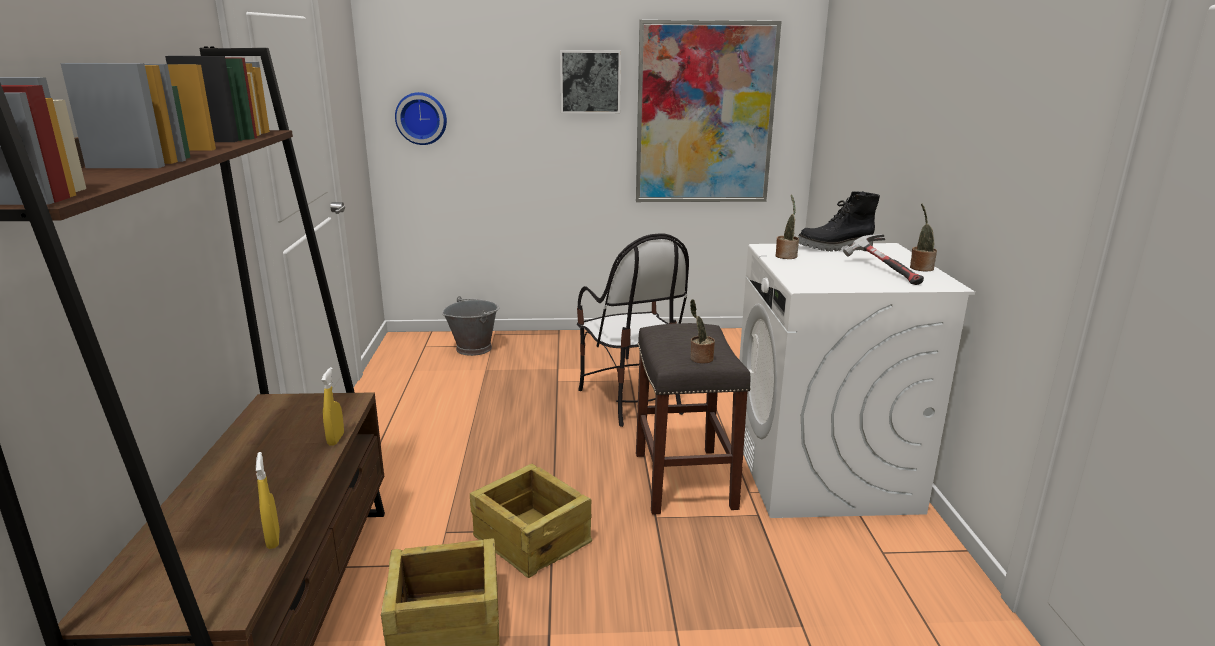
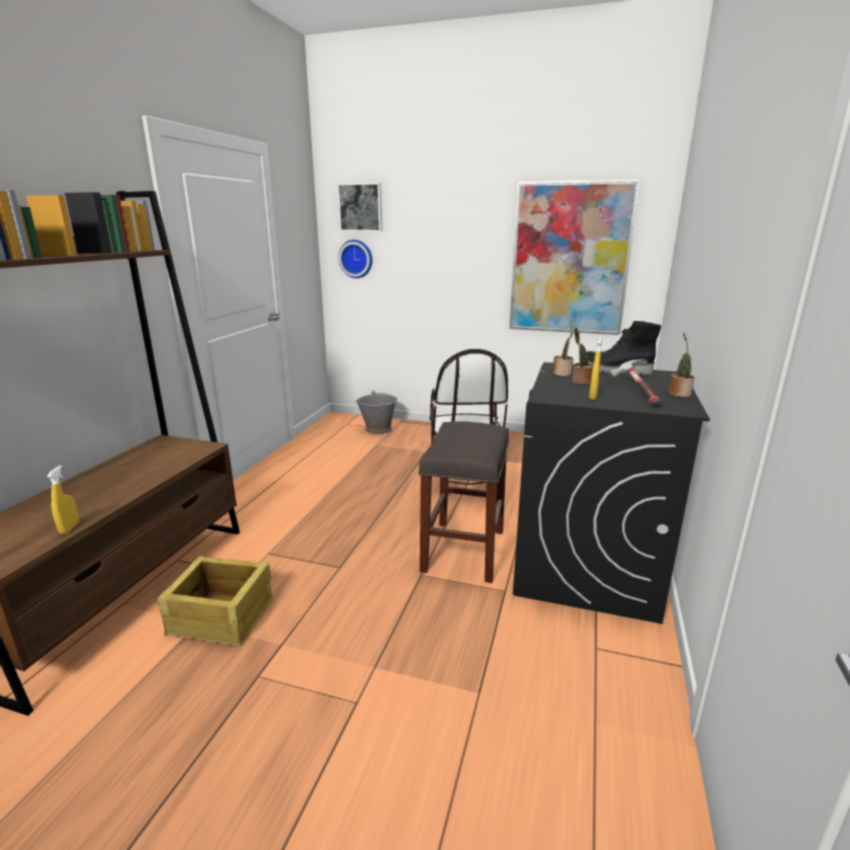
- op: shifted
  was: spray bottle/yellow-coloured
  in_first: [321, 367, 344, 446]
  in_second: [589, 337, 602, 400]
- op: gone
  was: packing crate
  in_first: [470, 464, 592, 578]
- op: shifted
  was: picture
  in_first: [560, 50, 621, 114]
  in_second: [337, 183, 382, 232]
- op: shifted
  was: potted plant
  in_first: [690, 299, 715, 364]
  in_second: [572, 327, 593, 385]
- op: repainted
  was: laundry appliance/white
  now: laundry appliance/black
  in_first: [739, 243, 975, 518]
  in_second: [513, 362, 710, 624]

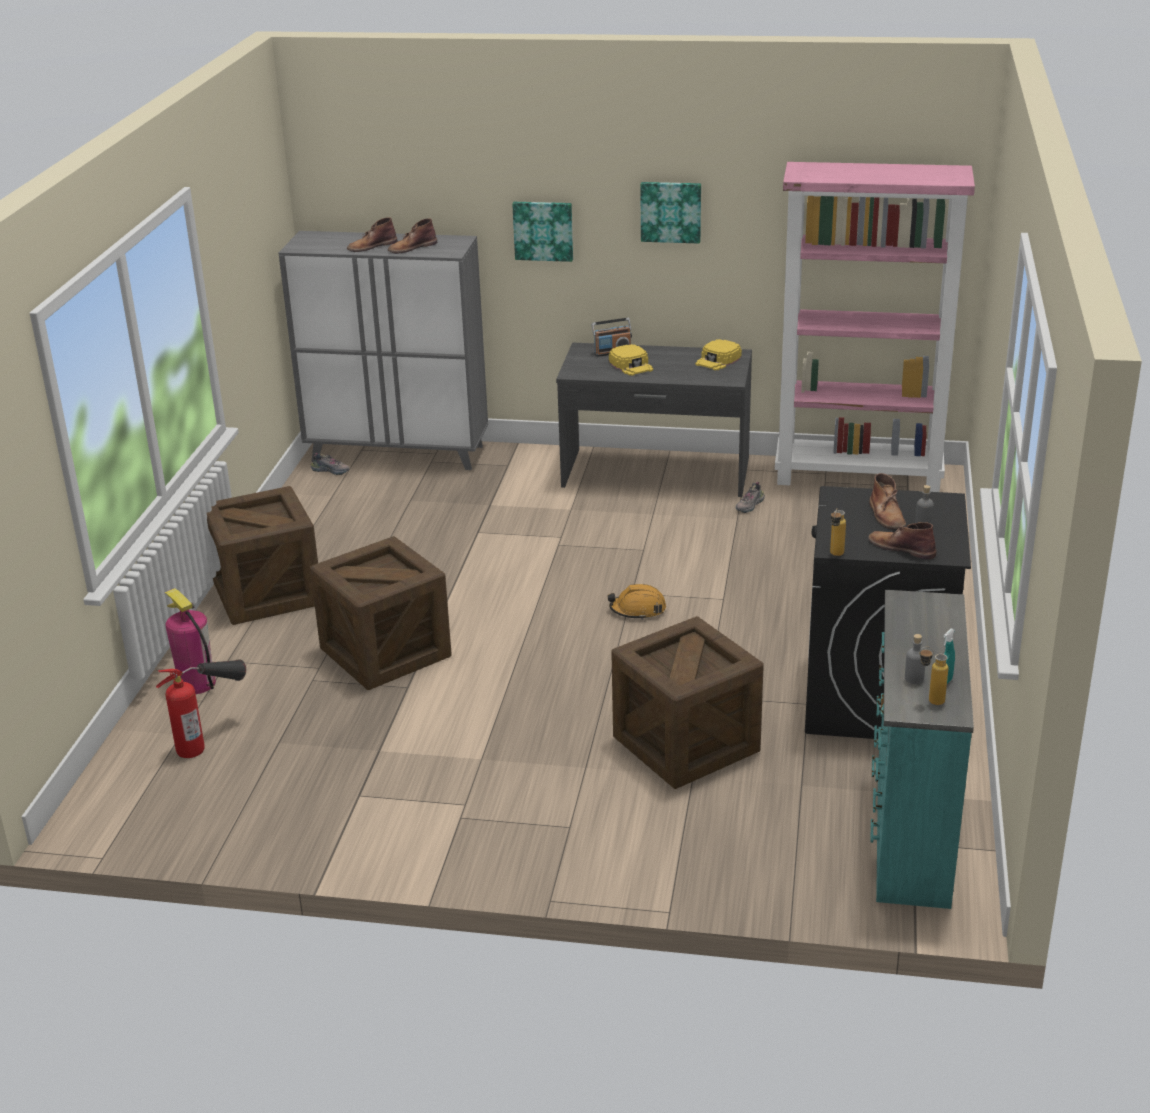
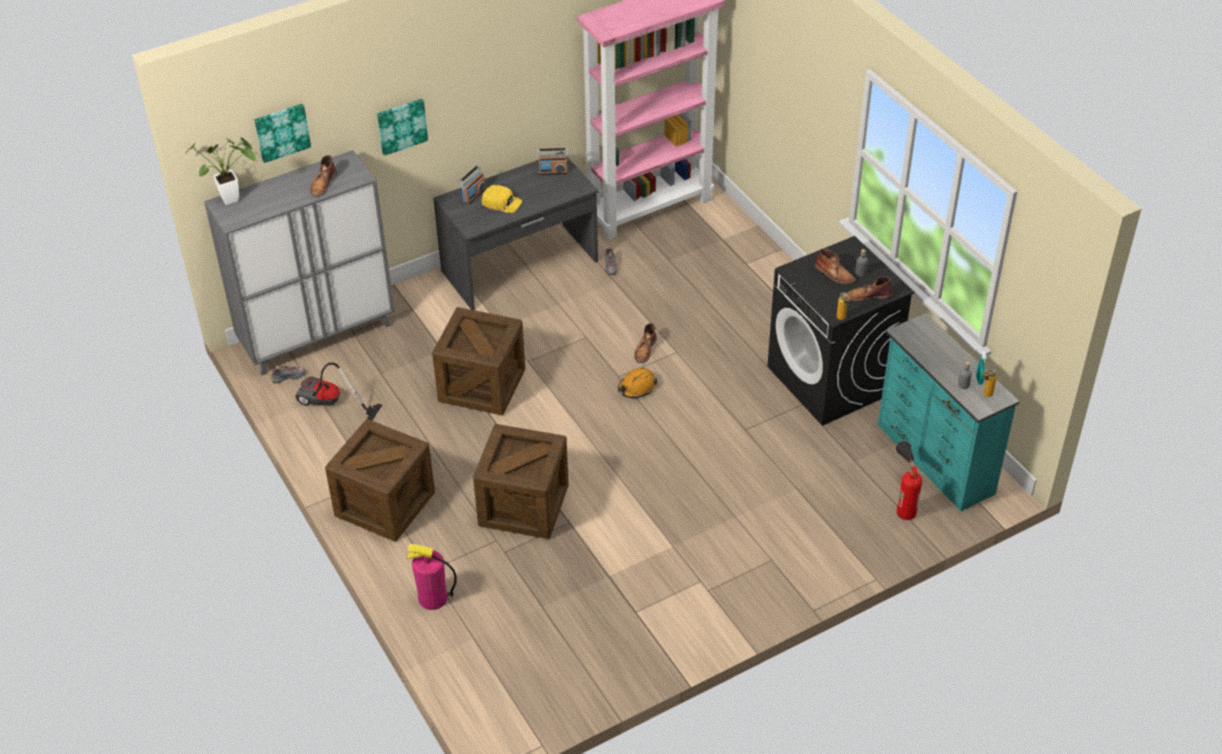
- op: shifted
  was: fire extinguisher
  in_first: [156, 660, 246, 758]
  in_second: [896, 441, 922, 520]
- op: shifted
  was: tall boot/brown-coloured
  in_first: [347, 217, 398, 252]
  in_second: [634, 323, 657, 363]
- op: shifted
  was: packing crate
  in_first: [611, 616, 764, 789]
  in_second: [432, 307, 525, 415]
- op: shifted
  was: picture
  in_first: [640, 182, 701, 244]
  in_second: [254, 104, 311, 163]
- op: swapped
  was: peaked cap/yellow-coloured
  now: radio set
  in_first: [695, 339, 742, 371]
  in_second: [537, 148, 569, 175]
- op: new
  now: potted plant
  in_second: [186, 137, 256, 205]
- op: new
  now: hoover
  in_second: [295, 363, 382, 421]

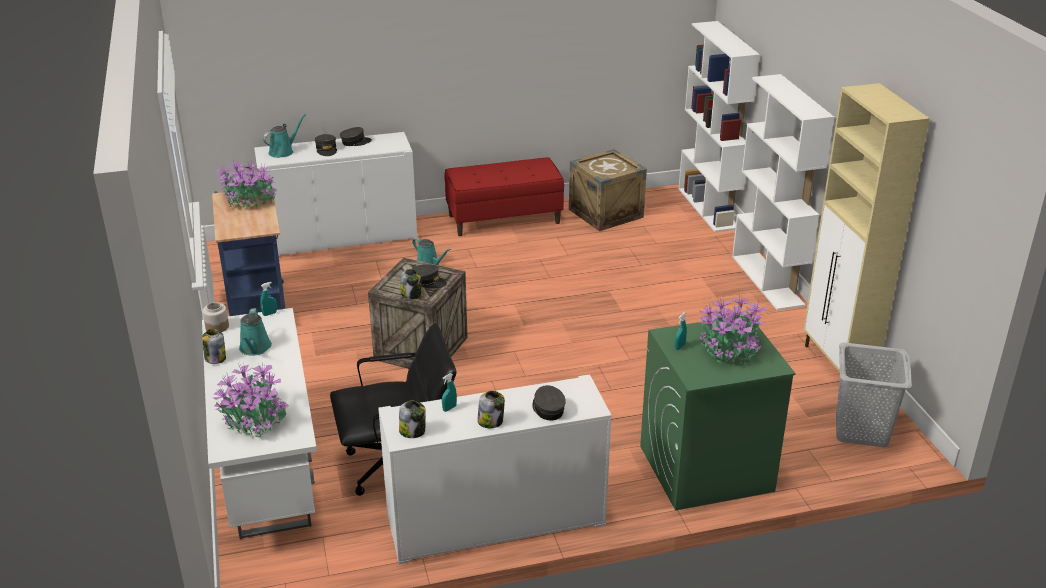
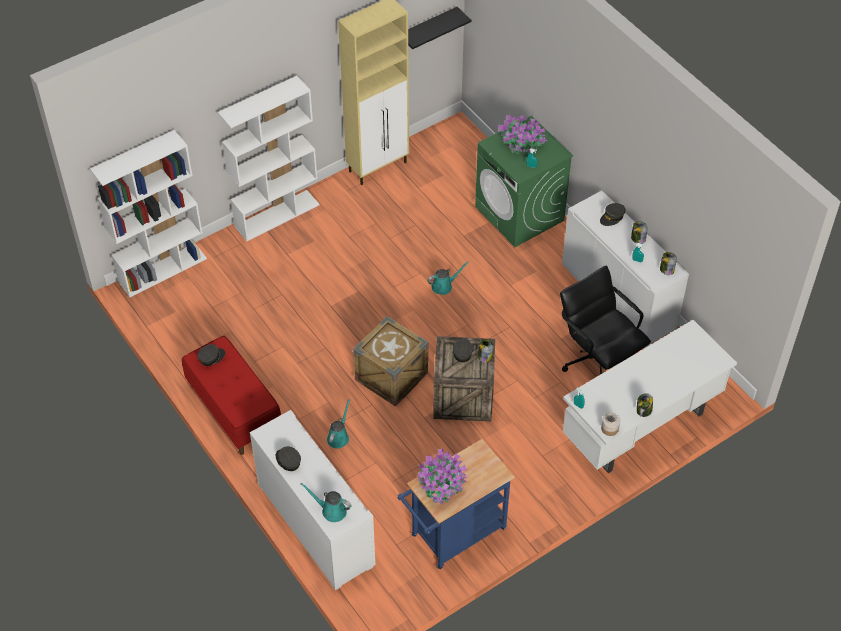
- op: gone
  was: potted plant
  in_first: [214, 363, 289, 437]
- op: shifted
  was: watering pot/turquoise-coloured
  in_first: [239, 308, 272, 355]
  in_second: [427, 261, 469, 295]
- op: shifted
  was: peaked cap/greyish
  in_first: [315, 134, 337, 156]
  in_second: [197, 344, 225, 366]
- op: shifted
  was: packing crate
  in_first: [569, 149, 647, 231]
  in_second: [353, 316, 428, 407]
- op: gone
  was: laundry basket/greyish
  in_first: [836, 342, 912, 447]
- op: new
  now: bracket shelf/black
  in_second: [408, 7, 472, 49]

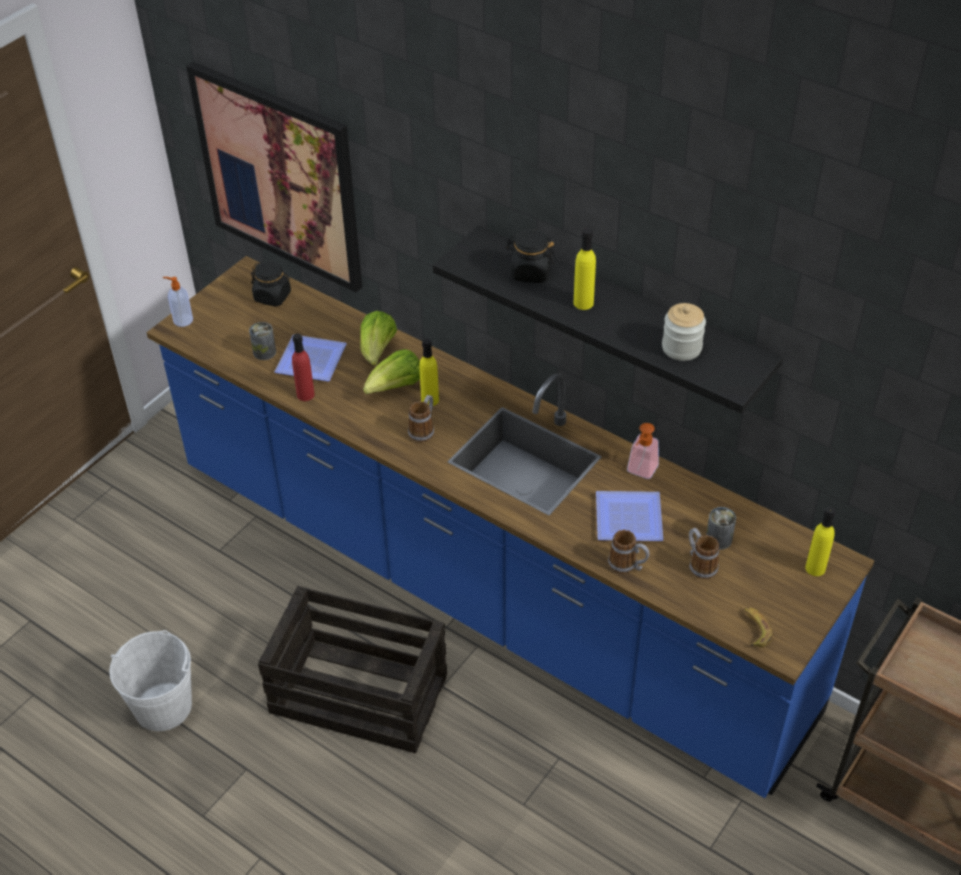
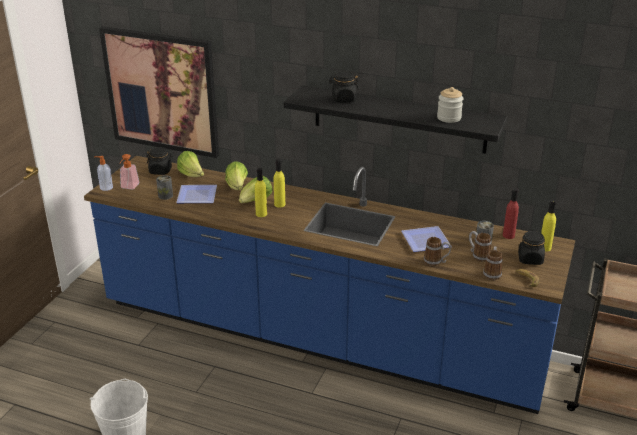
- op: gone
  was: packing crate
  in_first: [258, 586, 447, 753]
- op: shifted
  was: beverage bottle/red-coloured
  in_first: [292, 333, 315, 401]
  in_second: [503, 188, 519, 239]
- op: shifted
  was: coffee mug
  in_first: [408, 395, 434, 442]
  in_second: [483, 247, 503, 280]
- op: shifted
  was: beverage bottle/yellow-coloured
  in_first: [574, 228, 596, 310]
  in_second: [255, 168, 267, 217]
- op: shifted
  was: liquid soap bottle
  in_first: [627, 423, 659, 479]
  in_second: [120, 154, 139, 189]
- op: new
  now: lettuce
  in_second: [177, 151, 204, 177]
- op: new
  now: jar/black
  in_second: [518, 230, 545, 265]

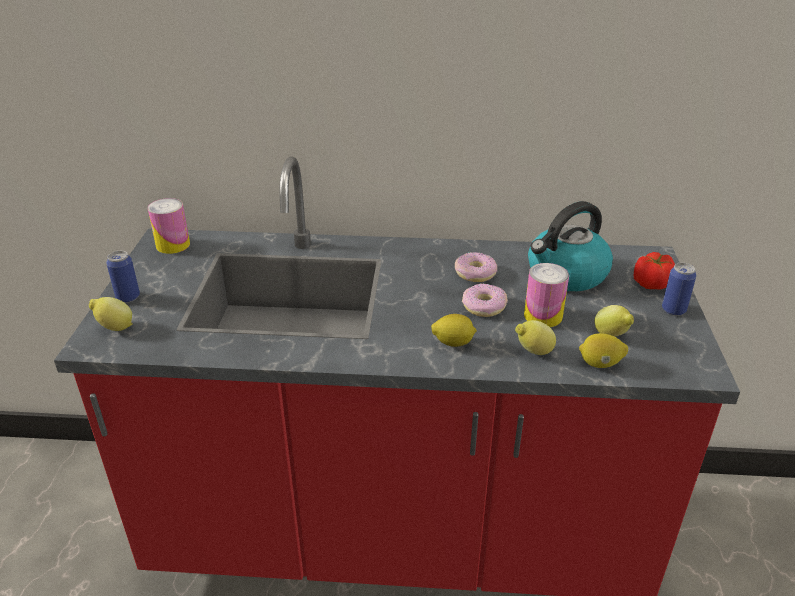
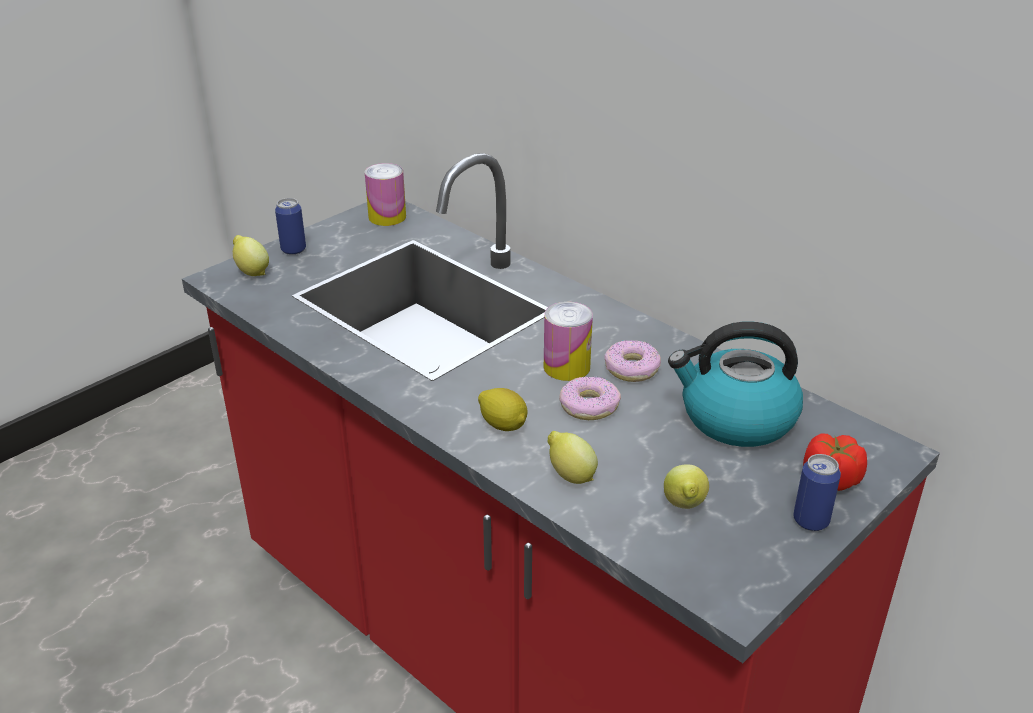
- op: shifted
  was: metal can
  in_first: [524, 263, 569, 327]
  in_second: [544, 302, 593, 381]
- op: gone
  was: lemon
  in_first: [579, 333, 628, 368]

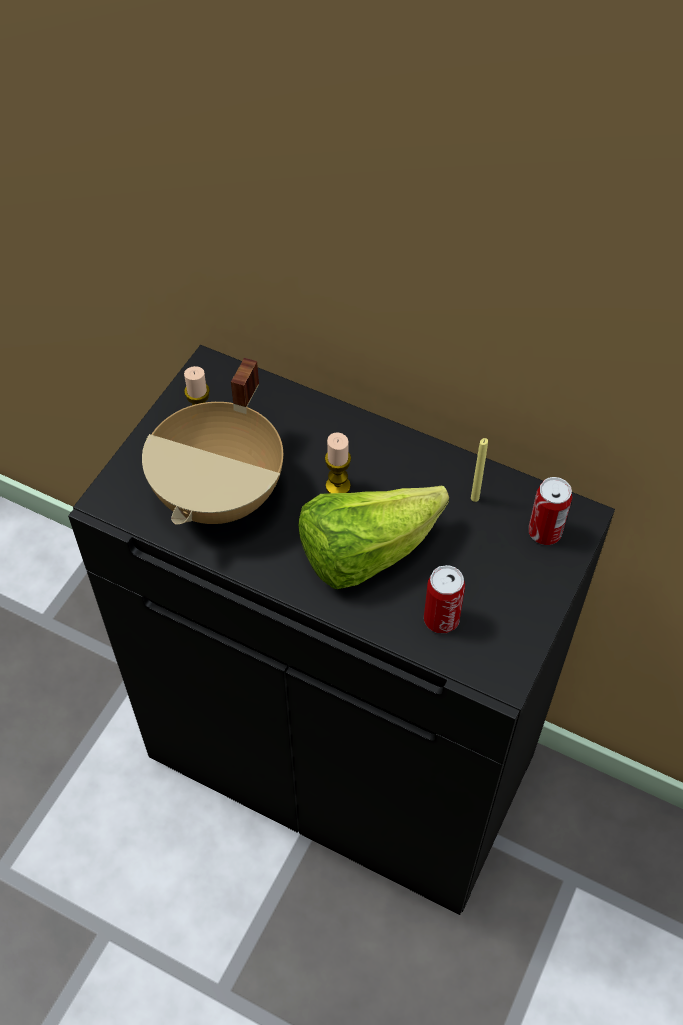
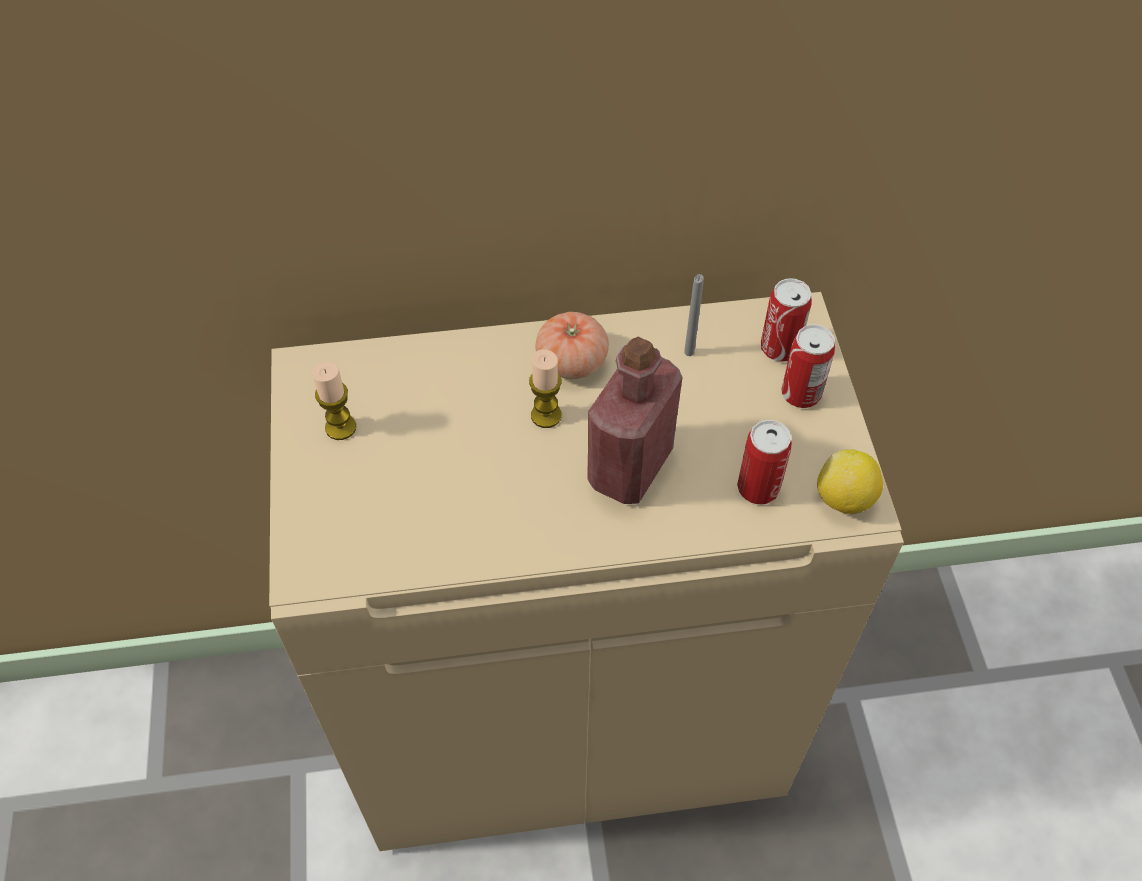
- op: repainted
  was: storage cabinet/black
  now: storage cabinet/beige-coloured
  in_first: [68, 345, 615, 915]
  in_second: [269, 292, 904, 851]
- op: gone
  was: cooking pot/beige-coloured
  in_first: [142, 358, 283, 525]
- op: swapped
  was: lettuce
  now: beverage bottle/red-coloured
  in_first: [298, 486, 449, 589]
  in_second: [587, 337, 682, 504]
- op: repainted
  was: wax candle/yellow-coloured
  now: wax candle/greyish
  in_first: [471, 438, 488, 502]
  in_second: [684, 274, 704, 356]
- op: new
  now: tomato
  in_second: [535, 312, 609, 379]
- op: new
  now: metal can
  in_second: [781, 324, 835, 408]
- op: new
  now: lemon
  in_second: [817, 449, 883, 515]

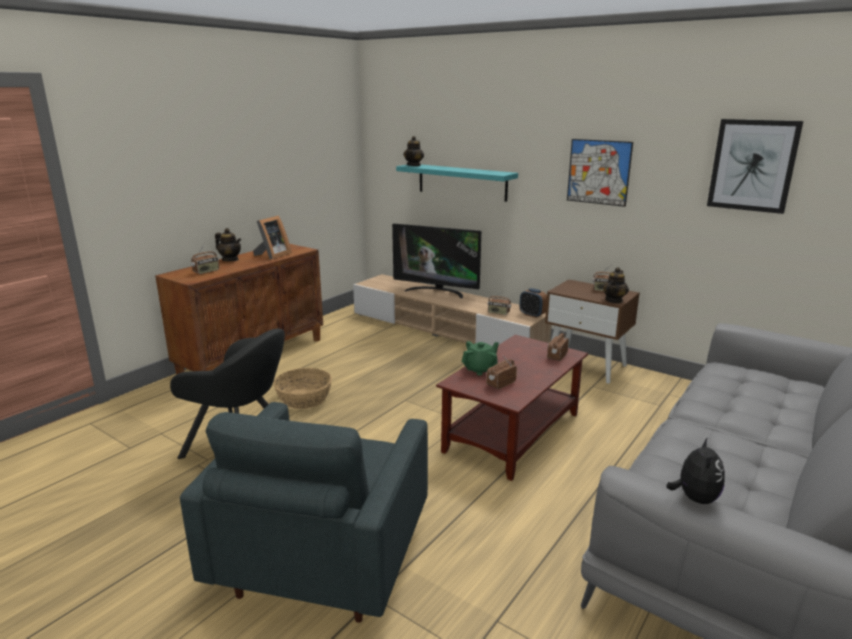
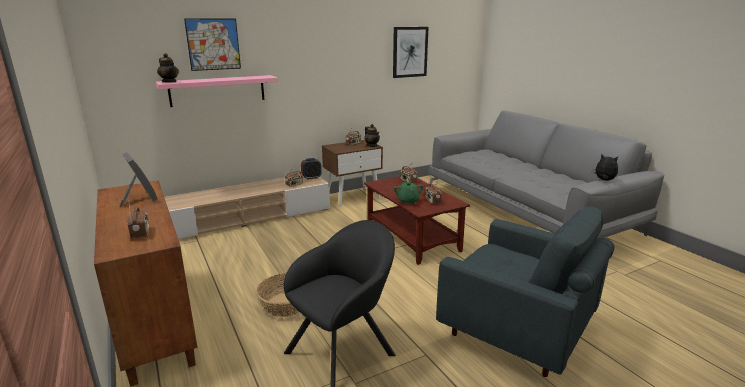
- op: gone
  was: tea pot
  in_first: [215, 228, 241, 261]
- op: gone
  was: TV
  in_first: [392, 224, 481, 298]
- op: repainted
  was: bracket shelf/turquoise-coloured
  now: bracket shelf/pink
  in_first: [396, 164, 518, 202]
  in_second: [156, 75, 278, 107]
- op: shifted
  was: picture
  in_first: [567, 139, 633, 207]
  in_second: [184, 18, 241, 71]

